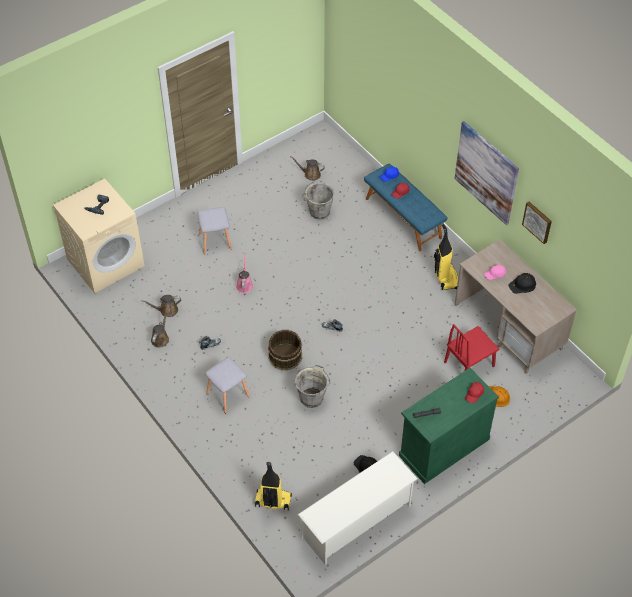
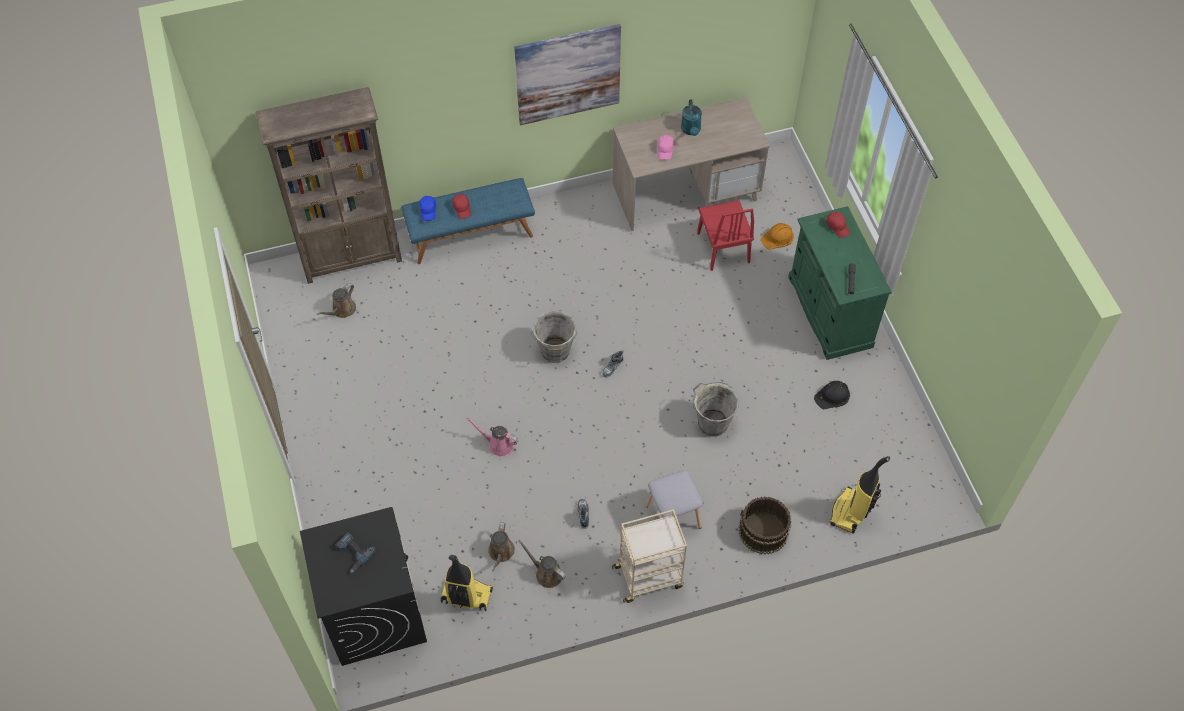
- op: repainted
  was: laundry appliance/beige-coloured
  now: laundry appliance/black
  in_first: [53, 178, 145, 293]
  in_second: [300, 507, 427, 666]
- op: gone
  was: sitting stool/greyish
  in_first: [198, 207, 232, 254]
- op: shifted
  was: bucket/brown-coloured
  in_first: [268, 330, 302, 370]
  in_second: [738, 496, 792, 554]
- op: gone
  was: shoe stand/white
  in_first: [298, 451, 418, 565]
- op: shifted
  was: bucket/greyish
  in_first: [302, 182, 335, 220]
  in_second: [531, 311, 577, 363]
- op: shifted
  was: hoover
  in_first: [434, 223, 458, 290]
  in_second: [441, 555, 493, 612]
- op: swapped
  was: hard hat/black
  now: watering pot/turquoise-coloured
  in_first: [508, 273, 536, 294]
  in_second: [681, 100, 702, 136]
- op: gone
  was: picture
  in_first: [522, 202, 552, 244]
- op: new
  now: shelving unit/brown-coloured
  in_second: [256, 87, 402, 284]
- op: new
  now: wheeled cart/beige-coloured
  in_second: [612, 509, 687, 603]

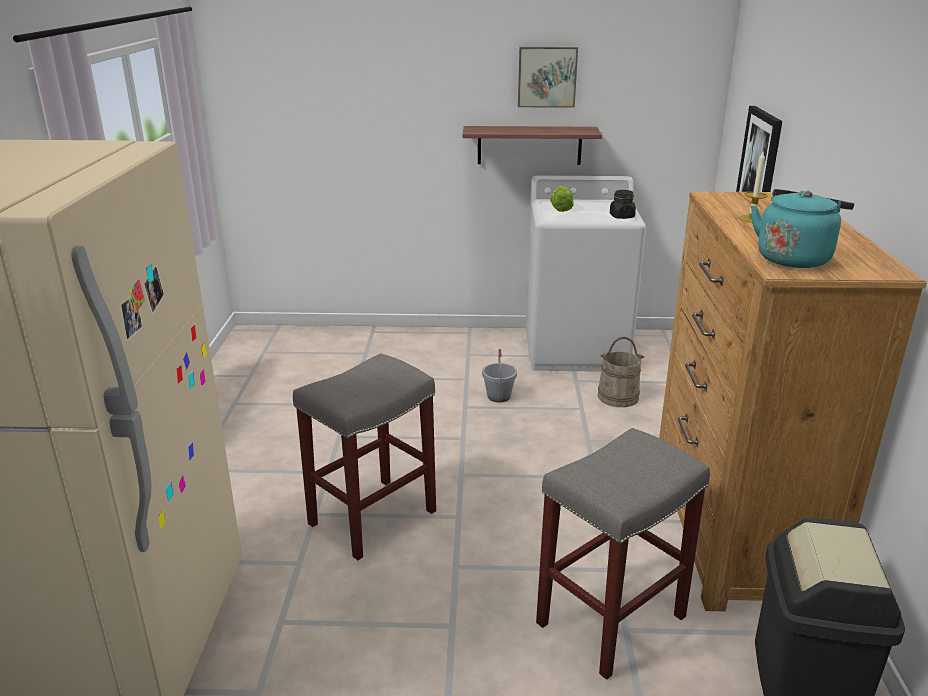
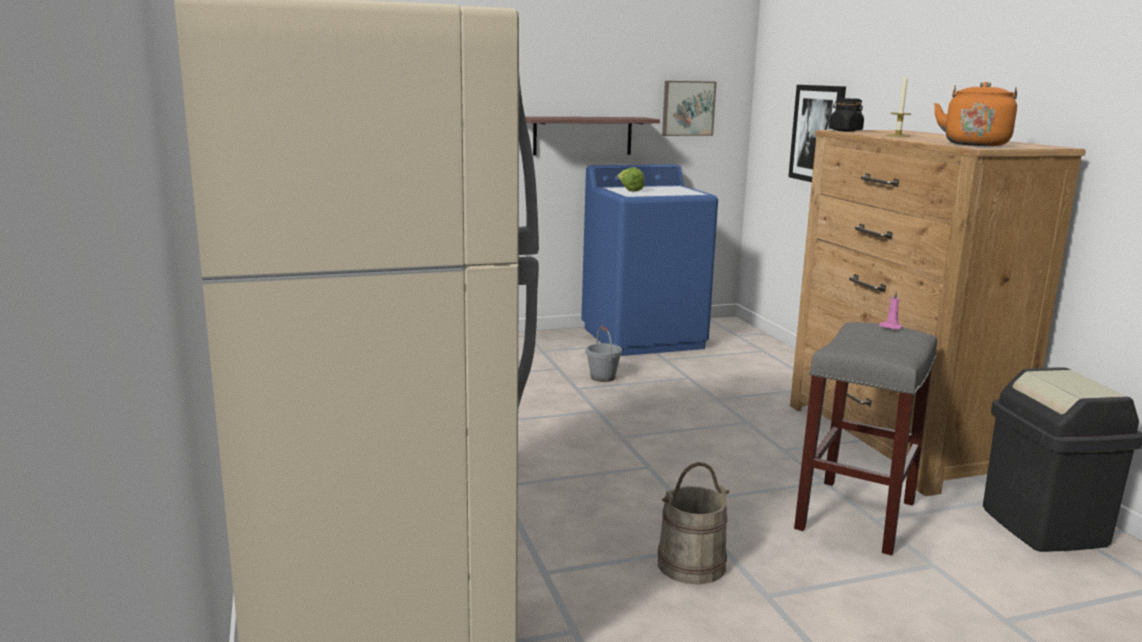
- op: gone
  was: sitting stool/greyish
  in_first: [293, 353, 436, 560]
- op: shifted
  was: picture
  in_first: [518, 47, 578, 108]
  in_second: [662, 81, 717, 136]
- op: repainted
  was: laundry appliance/white
  now: laundry appliance/blue-coloured
  in_first: [526, 175, 646, 372]
  in_second: [581, 164, 718, 356]
- op: shifted
  was: bucket/beige-coloured
  in_first: [598, 337, 644, 407]
  in_second: [658, 462, 730, 585]
- op: shifted
  was: jar/black
  in_first: [610, 190, 636, 219]
  in_second: [829, 98, 864, 132]
- op: repainted
  was: water kettle/turquoise-coloured
  now: water kettle/orange-coloured
  in_first: [751, 189, 854, 268]
  in_second: [934, 82, 1017, 146]
- op: new
  now: wax candle/pink
  in_second: [879, 291, 903, 330]

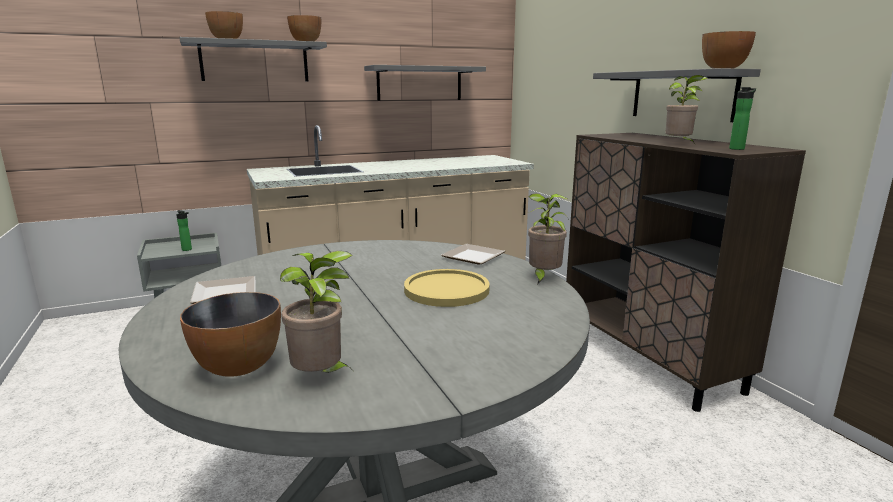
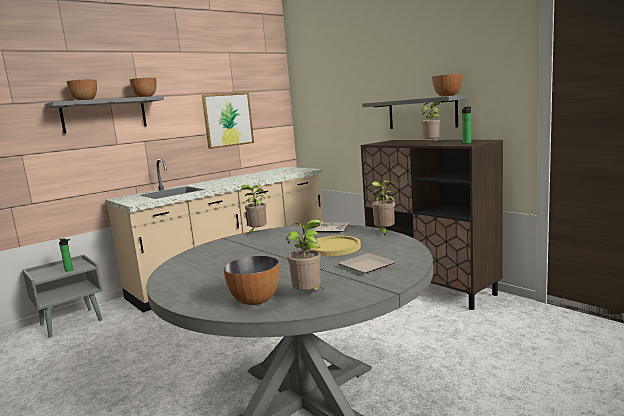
- op: shifted
  was: plate
  in_first: [190, 276, 255, 304]
  in_second: [338, 253, 396, 273]
- op: swapped
  was: bracket shelf/greyish
  now: picture
  in_first: [364, 65, 486, 101]
  in_second: [202, 92, 254, 149]
- op: new
  now: potted plant
  in_second: [241, 185, 267, 235]

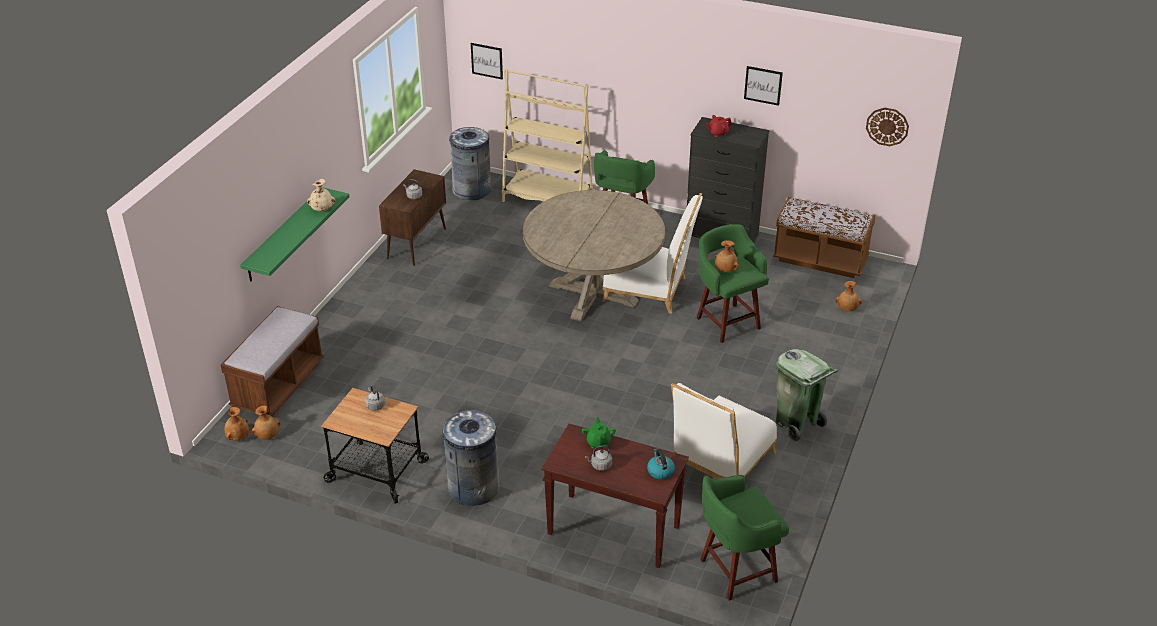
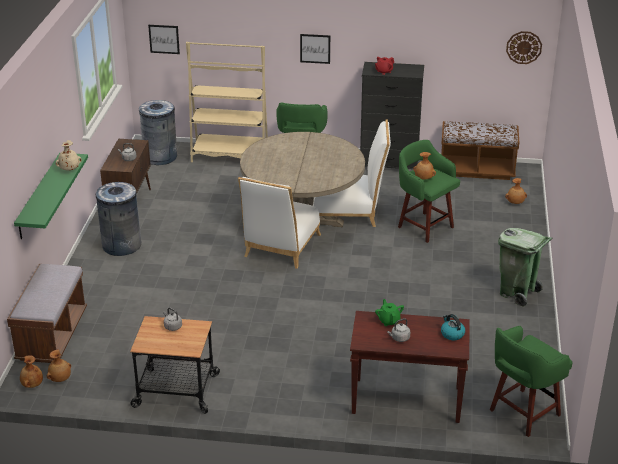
- op: shifted
  was: trash can/greyish
  in_first: [443, 410, 500, 506]
  in_second: [95, 182, 142, 256]
- op: shifted
  was: chair/white
  in_first: [671, 383, 777, 479]
  in_second: [238, 177, 321, 269]
- op: shifted
  was: picture
  in_first: [744, 66, 783, 106]
  in_second: [300, 34, 330, 64]

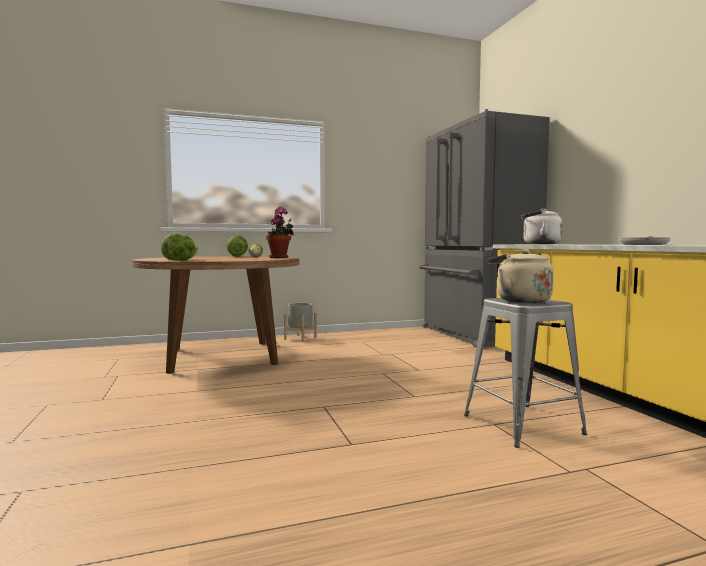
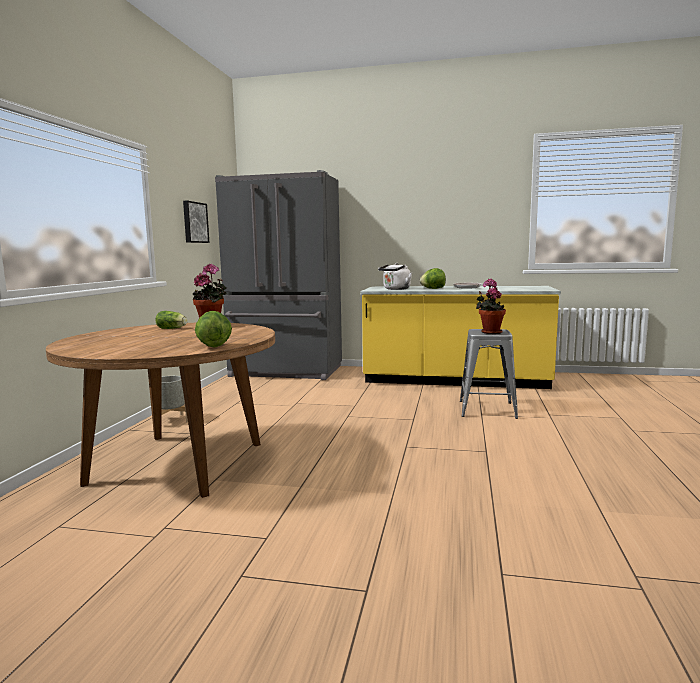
- op: shifted
  was: lettuce
  in_first: [226, 235, 248, 257]
  in_second: [420, 268, 446, 289]
- op: swapped
  was: water kettle/beige-coloured
  now: potted plant
  in_first: [488, 250, 554, 303]
  in_second: [476, 279, 506, 334]
- op: new
  now: picture
  in_second: [183, 201, 209, 243]

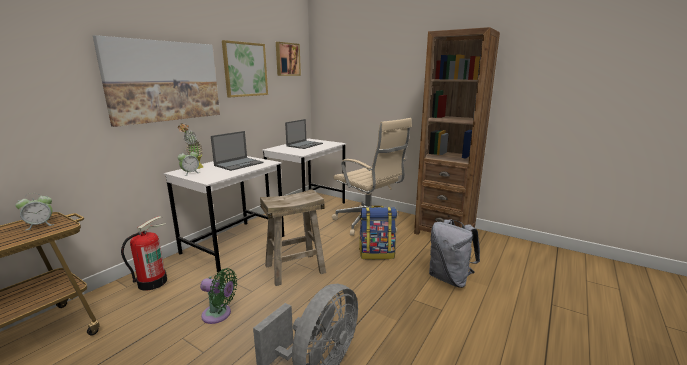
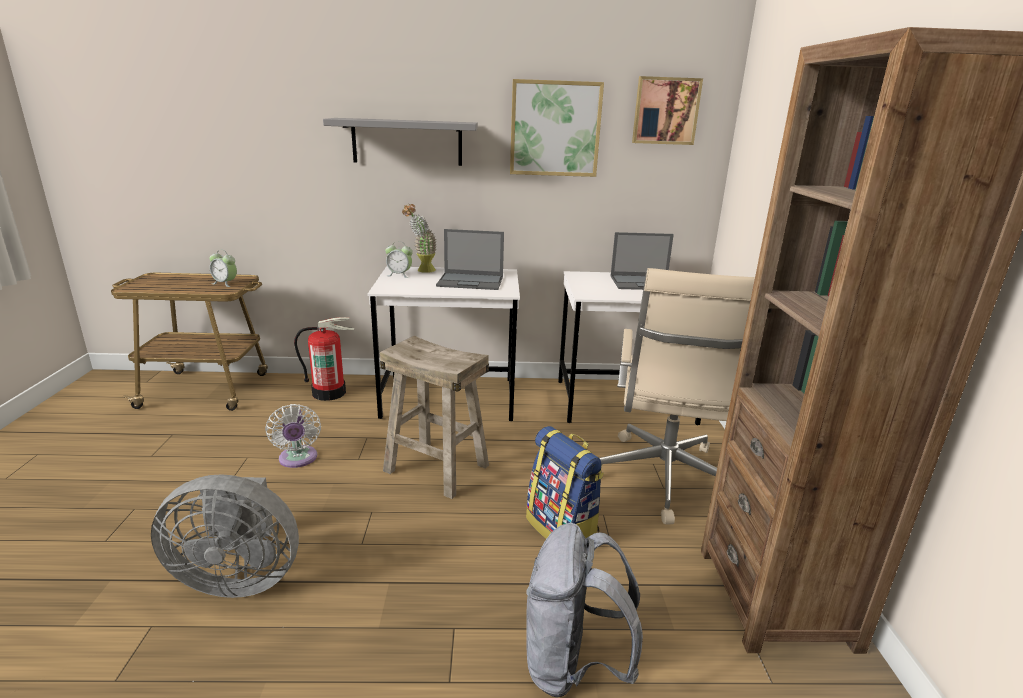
- op: swapped
  was: picture
  now: bracket shelf/greyish
  in_first: [93, 35, 220, 127]
  in_second: [323, 118, 478, 166]
- op: repainted
  was: electric fan/greenish
  now: electric fan/white
  in_first: [200, 268, 237, 324]
  in_second: [265, 404, 321, 468]

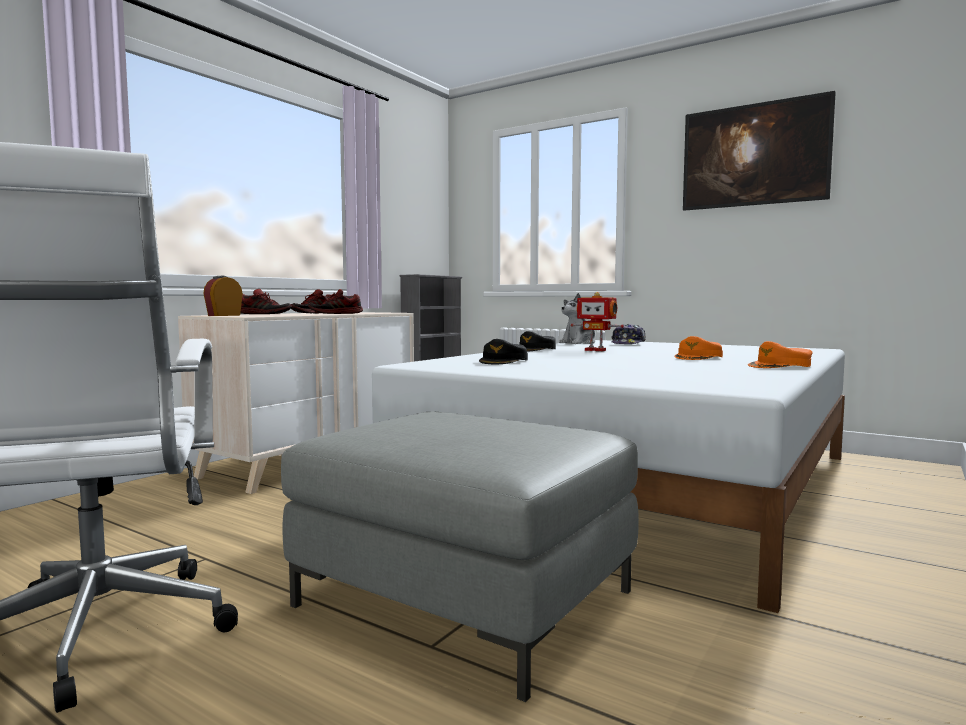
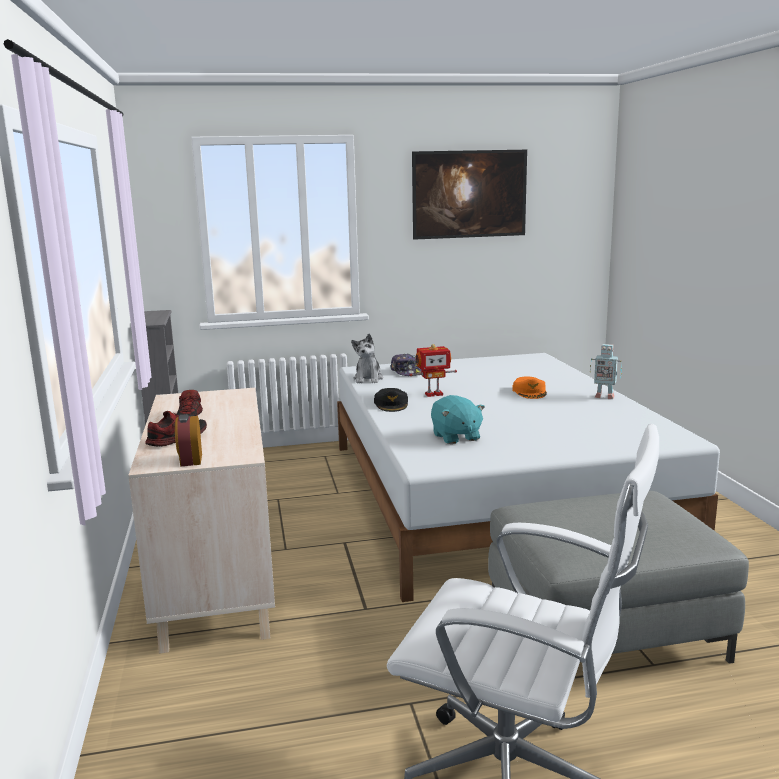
- op: gone
  was: item of footwear
  in_first: [308, 289, 363, 314]
- op: swapped
  was: peaked cap/black
  now: soft toy/turquoise-coloured
  in_first: [479, 339, 528, 364]
  in_second: [431, 395, 485, 444]
- op: swapped
  was: peaked cap/orange-coloured
  now: robot figure
  in_first: [748, 341, 812, 368]
  in_second: [590, 344, 622, 399]

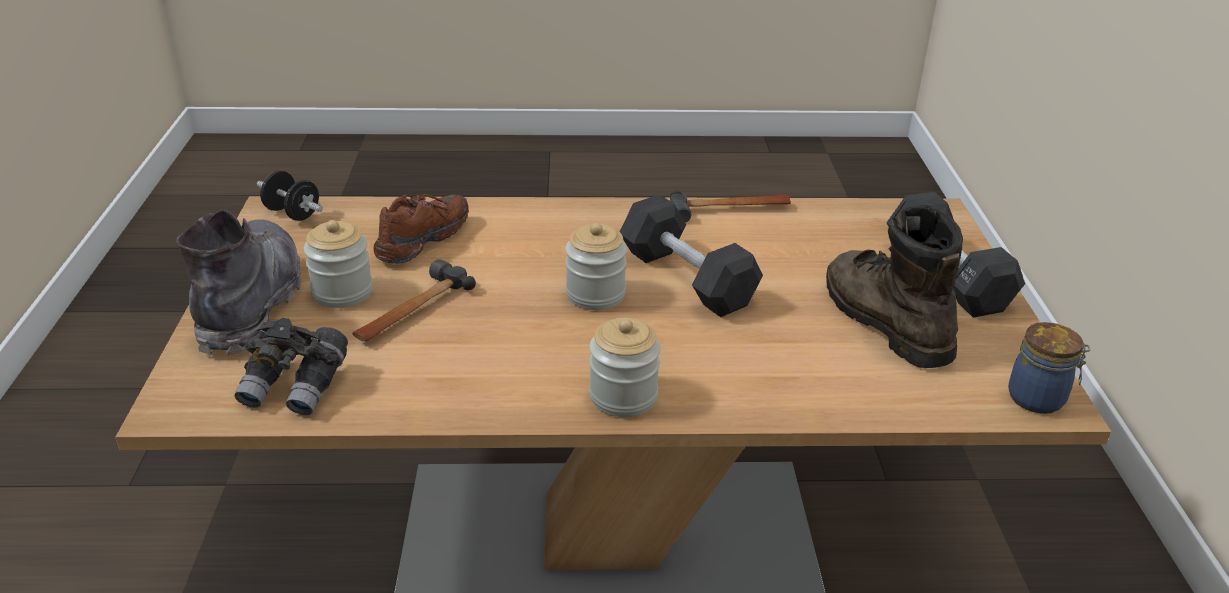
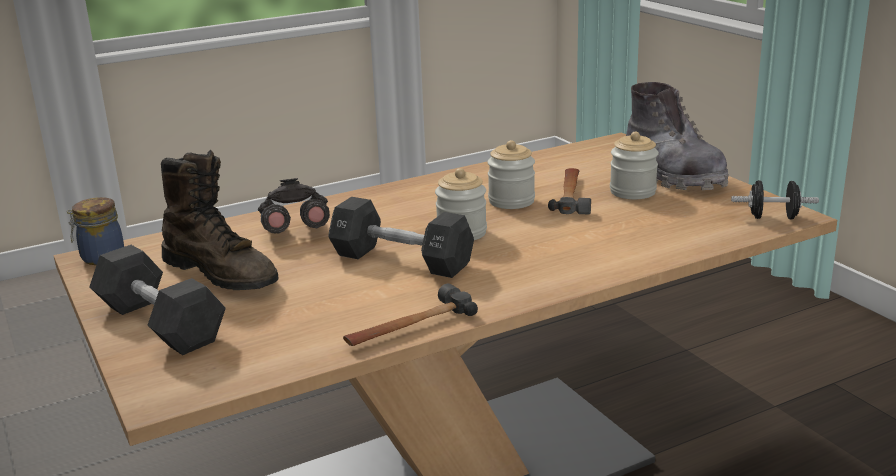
- op: shifted
  was: binoculars/greyish
  in_first: [234, 318, 348, 415]
  in_second: [258, 178, 330, 234]
- op: gone
  was: item of footwear/brown-coloured
  in_first: [373, 194, 469, 264]
- op: shifted
  was: jar
  in_first: [589, 318, 661, 417]
  in_second: [487, 140, 535, 209]

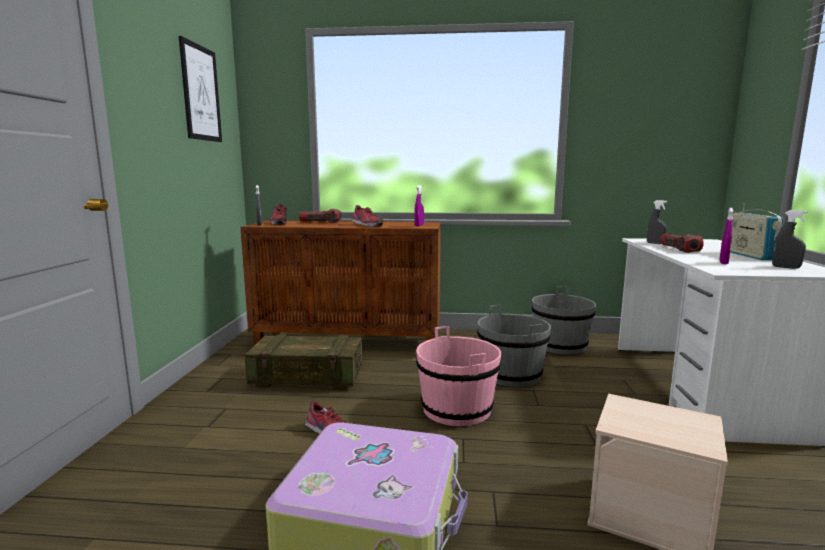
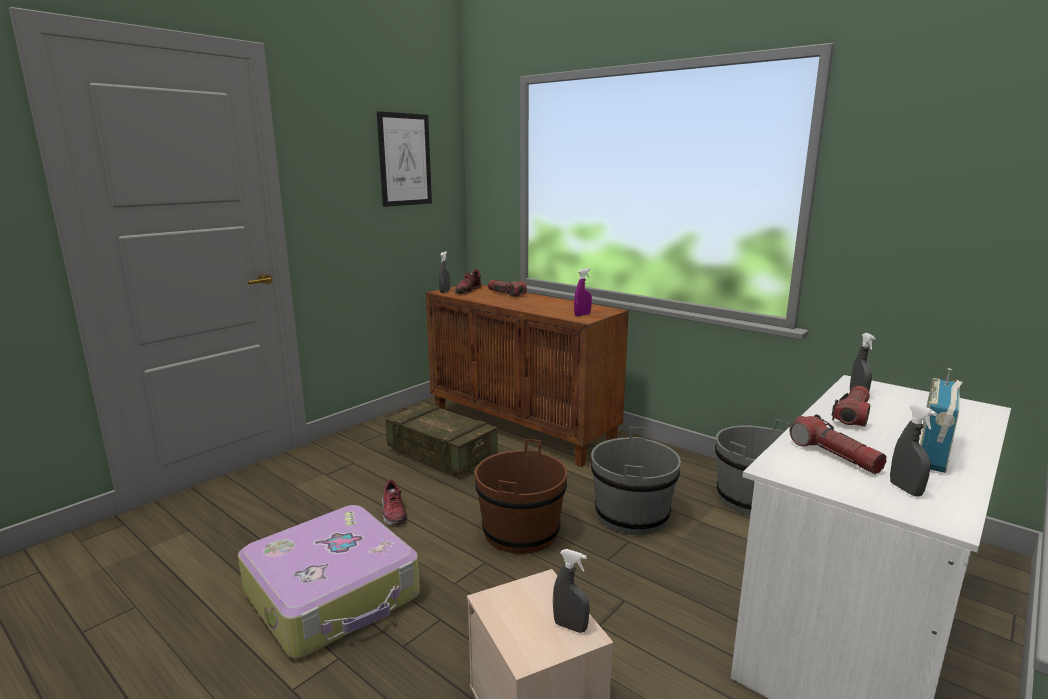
- op: gone
  was: item of footwear
  in_first: [351, 205, 383, 227]
- op: repainted
  was: bucket/pink
  now: bucket/brown-coloured
  in_first: [416, 326, 501, 426]
  in_second: [475, 439, 567, 554]
- op: swapped
  was: spray bottle/purplish
  now: torch
  in_first: [719, 208, 733, 264]
  in_second: [790, 414, 887, 474]
- op: new
  now: spray bottle/greyish
  in_second: [553, 549, 590, 633]

